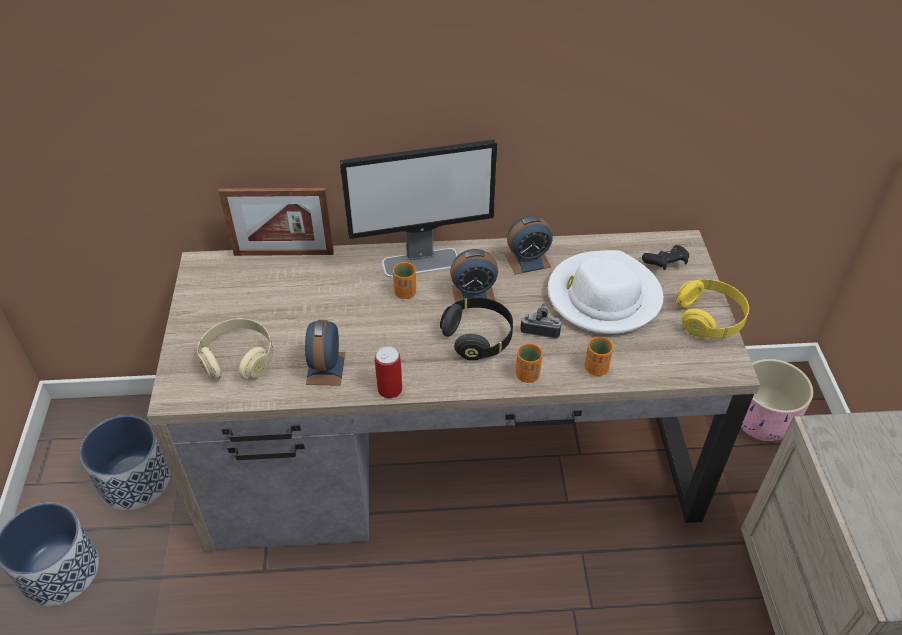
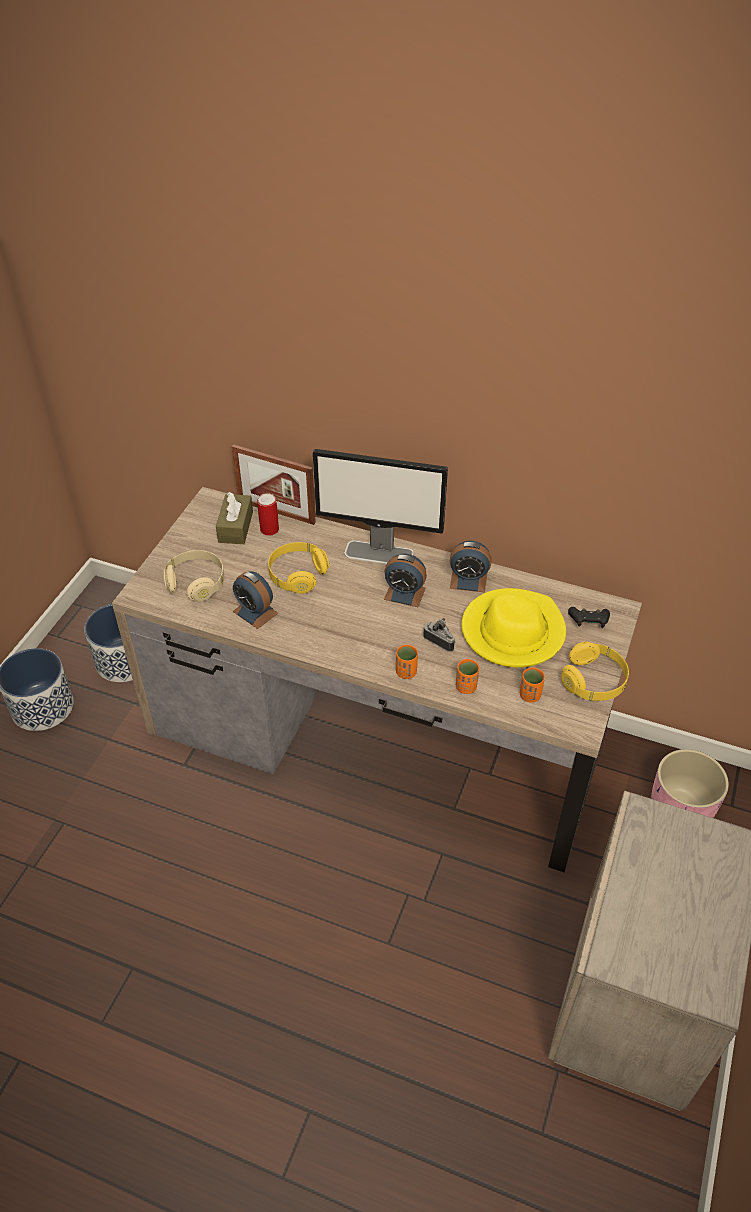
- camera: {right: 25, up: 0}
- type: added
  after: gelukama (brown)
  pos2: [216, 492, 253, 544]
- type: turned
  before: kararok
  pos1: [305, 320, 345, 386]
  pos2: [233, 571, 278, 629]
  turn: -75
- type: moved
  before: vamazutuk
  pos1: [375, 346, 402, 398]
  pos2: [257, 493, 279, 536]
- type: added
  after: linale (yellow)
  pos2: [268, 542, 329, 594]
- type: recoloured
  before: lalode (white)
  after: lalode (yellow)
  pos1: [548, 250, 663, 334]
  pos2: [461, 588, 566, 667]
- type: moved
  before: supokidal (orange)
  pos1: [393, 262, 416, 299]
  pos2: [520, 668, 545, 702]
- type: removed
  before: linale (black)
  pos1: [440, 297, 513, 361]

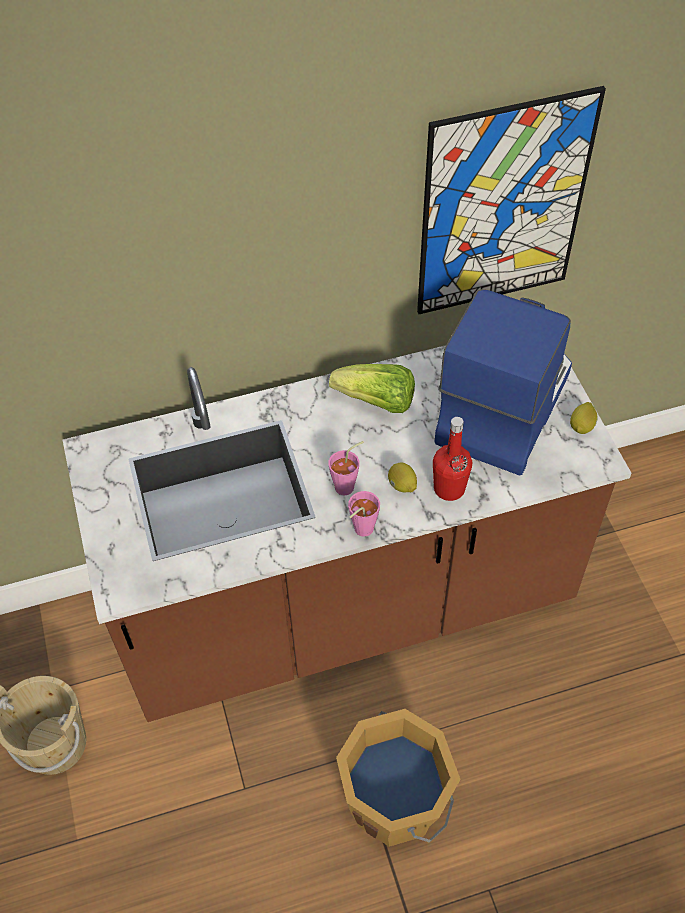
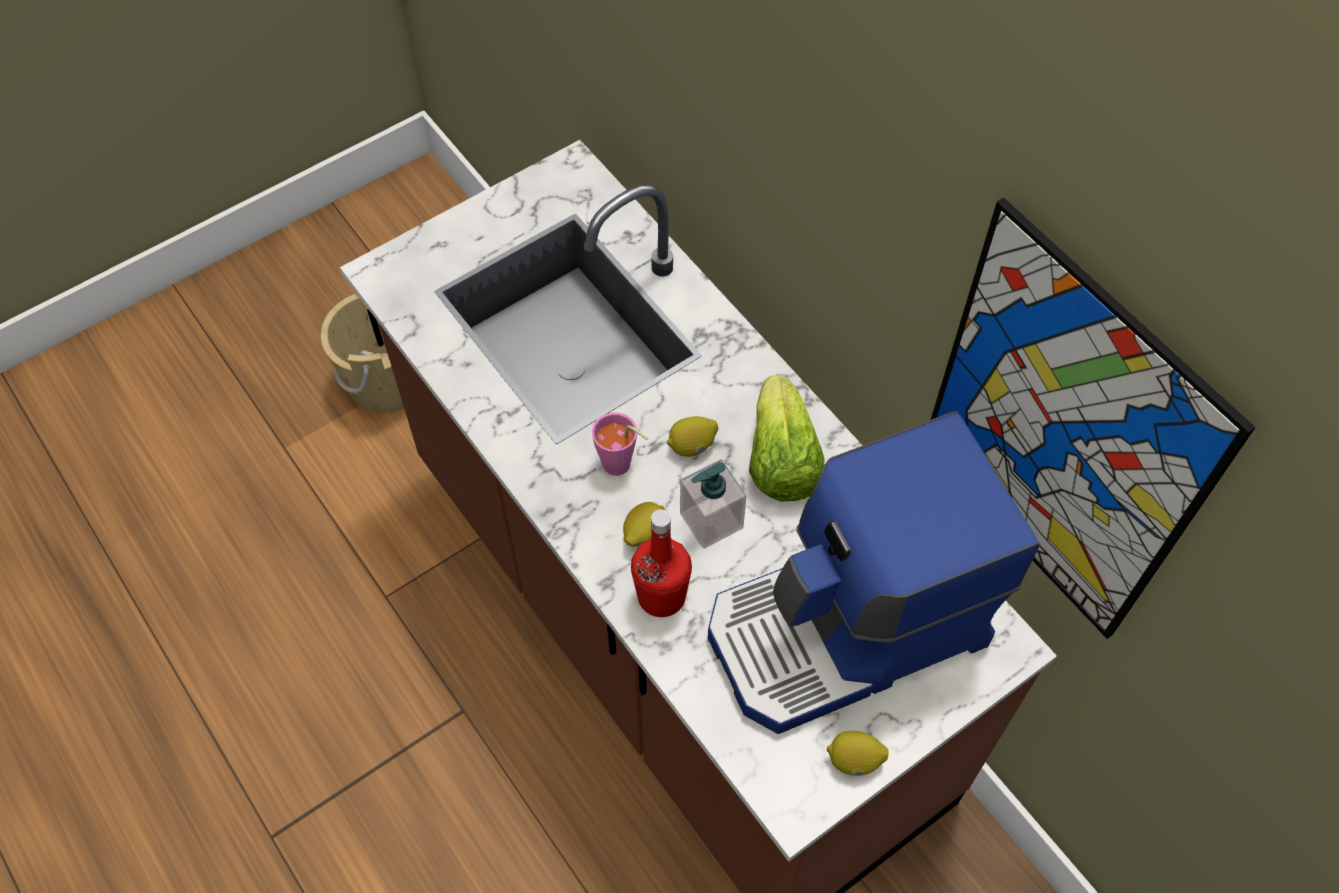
- camera: {right: 70, up: 5}
- type: added
  after: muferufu
  pos2: [667, 416, 718, 457]
- type: added
  after: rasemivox
  pos2: [680, 459, 747, 549]
- type: turned
  before: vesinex
  pos1: [434, 289, 572, 476]
  pos2: [708, 412, 1040, 734]
  turn: 150
- type: removed
  before: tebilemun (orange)
  pos1: [336, 709, 461, 847]
- type: removed
  before: supokidal (pink)
  pos1: [348, 491, 380, 537]

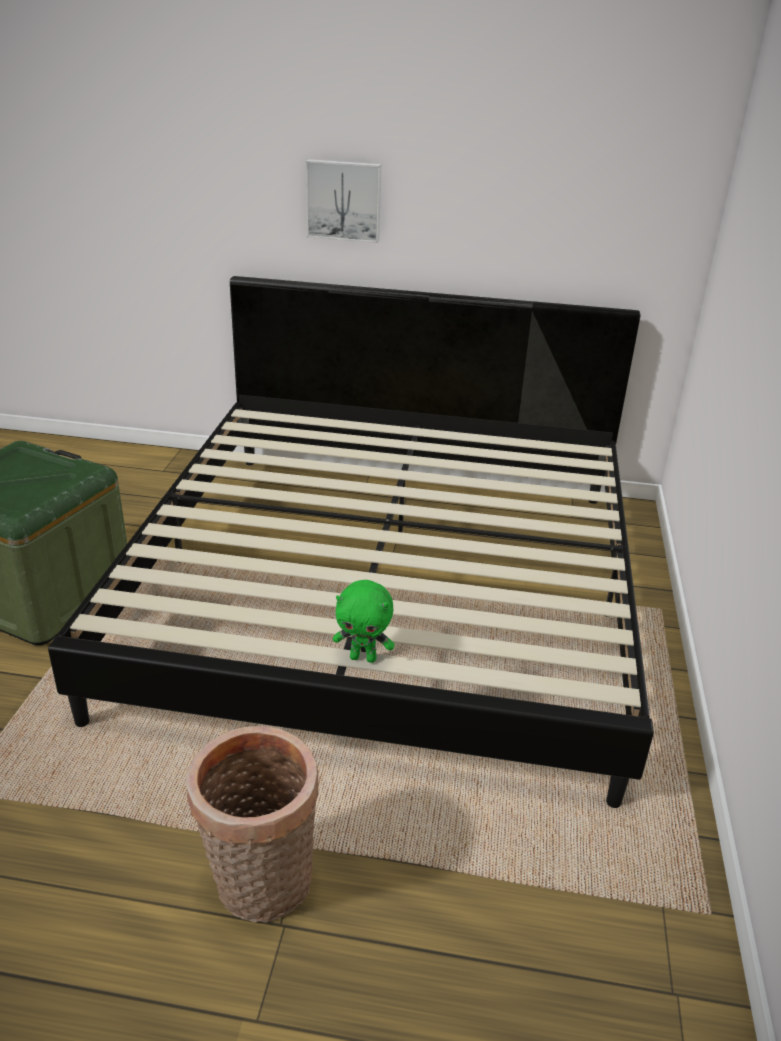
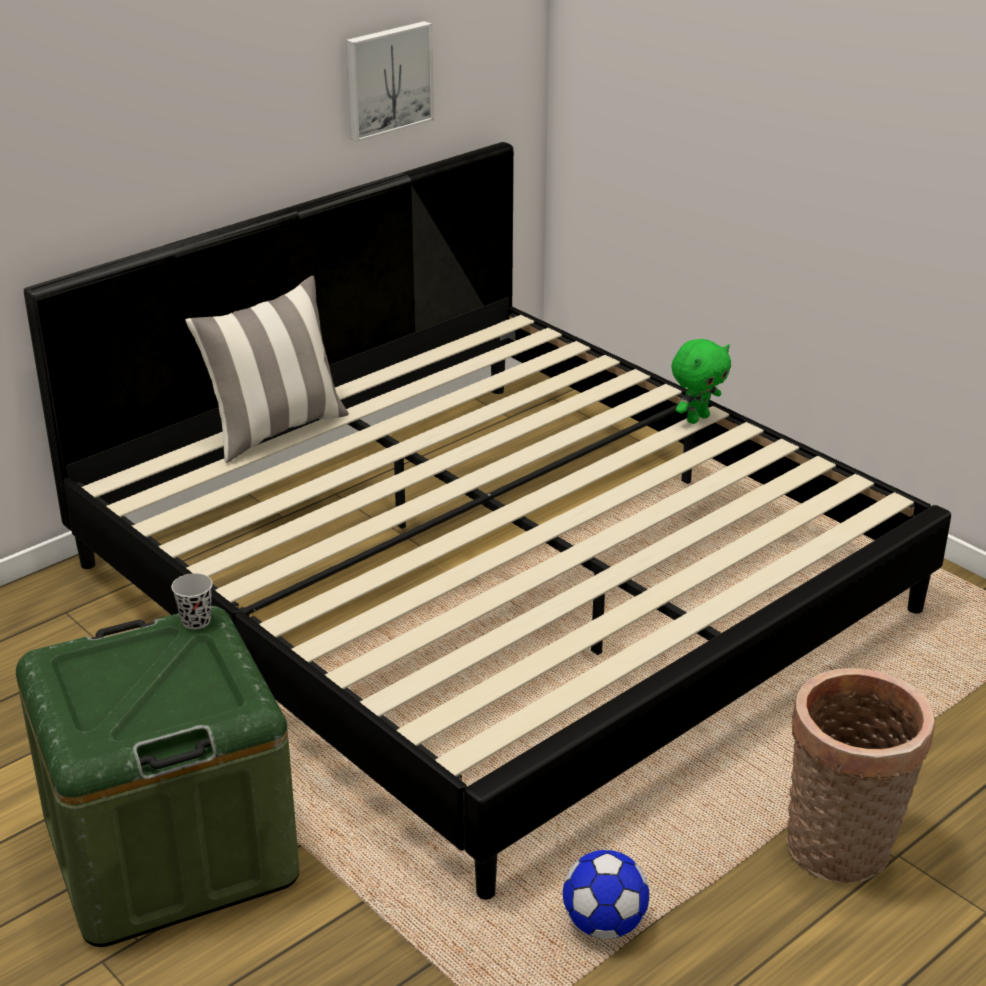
- camera: {right: -50, up: 0}
- type: added
  after: supokidal (black)
  pos2: [171, 573, 213, 630]
- type: added
  after: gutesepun
  pos2: [185, 276, 349, 463]
- type: moved
  before: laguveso
  pos1: [306, 159, 381, 243]
  pos2: [346, 21, 434, 142]
- type: added
  after: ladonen
  pos2: [563, 850, 649, 939]
- type: moved
  before: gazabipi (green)
  pos1: [333, 580, 395, 663]
  pos2: [671, 339, 731, 424]

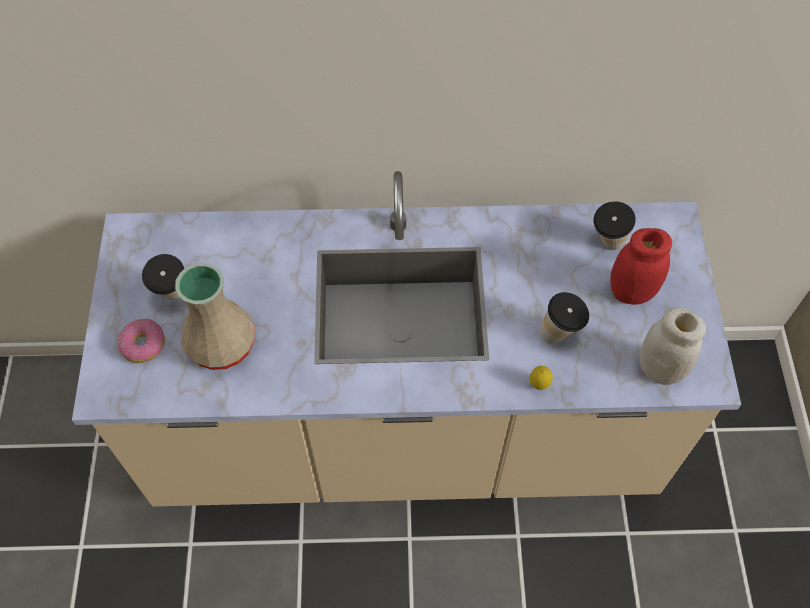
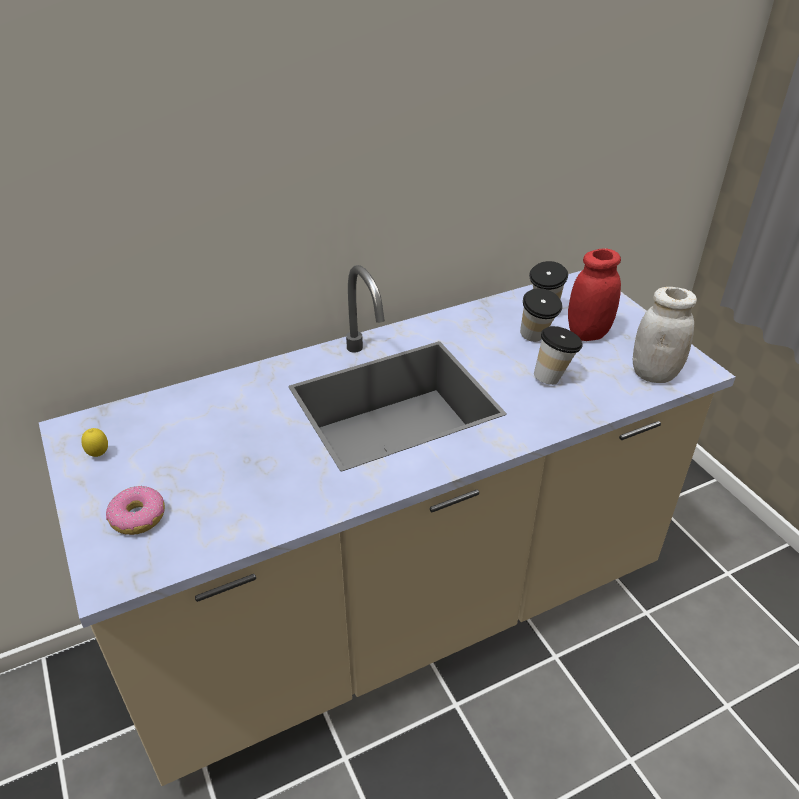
- camera: {right: -25, up: -20}
- type: moved
  before: muferufu
  pos1: [530, 366, 553, 390]
  pos2: [81, 428, 108, 457]
- type: moved
  before: supokidal
  pos1: [142, 254, 184, 300]
  pos2: [520, 288, 563, 342]
- type: removed
  before: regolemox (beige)
  pos1: [175, 263, 255, 370]

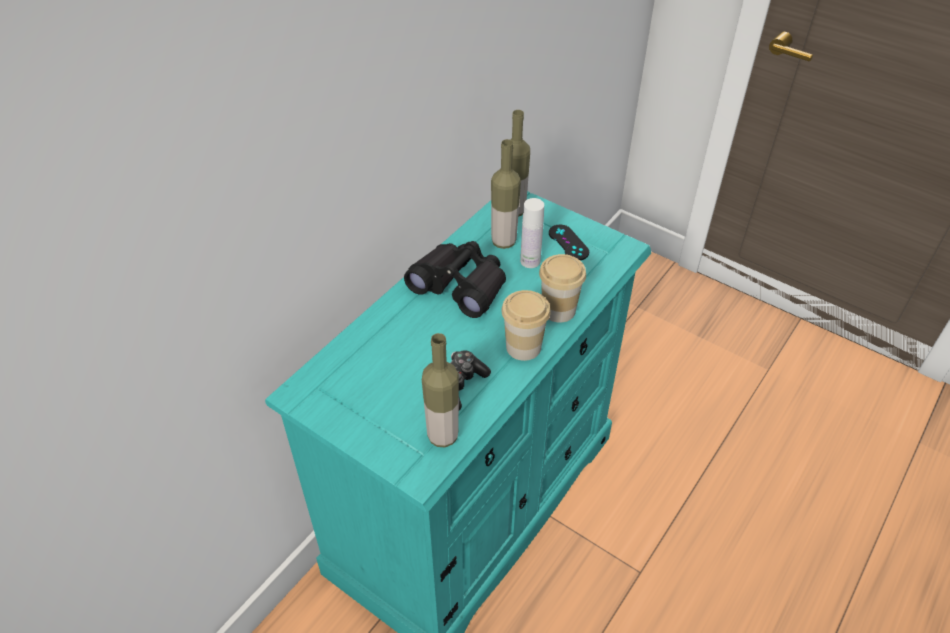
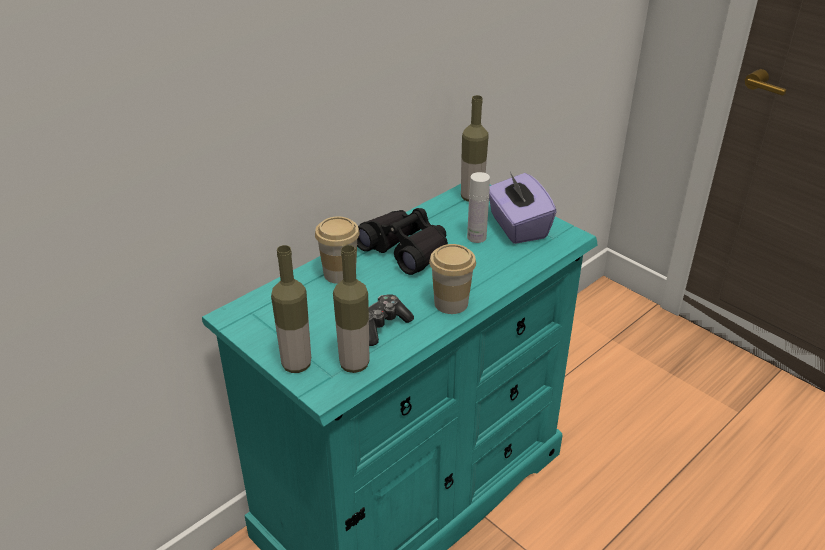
- camera: {right: 10, up: -10}
- type: moved
  before: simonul
  pos1: [491, 139, 521, 249]
  pos2: [271, 245, 311, 373]
- type: moved
  before: supokidal
  pos1: [539, 254, 586, 323]
  pos2: [315, 216, 360, 284]
- type: replaced
  before: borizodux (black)
  after: gelukama (purple)
  pos1: [549, 225, 589, 260]
  pos2: [489, 172, 557, 244]

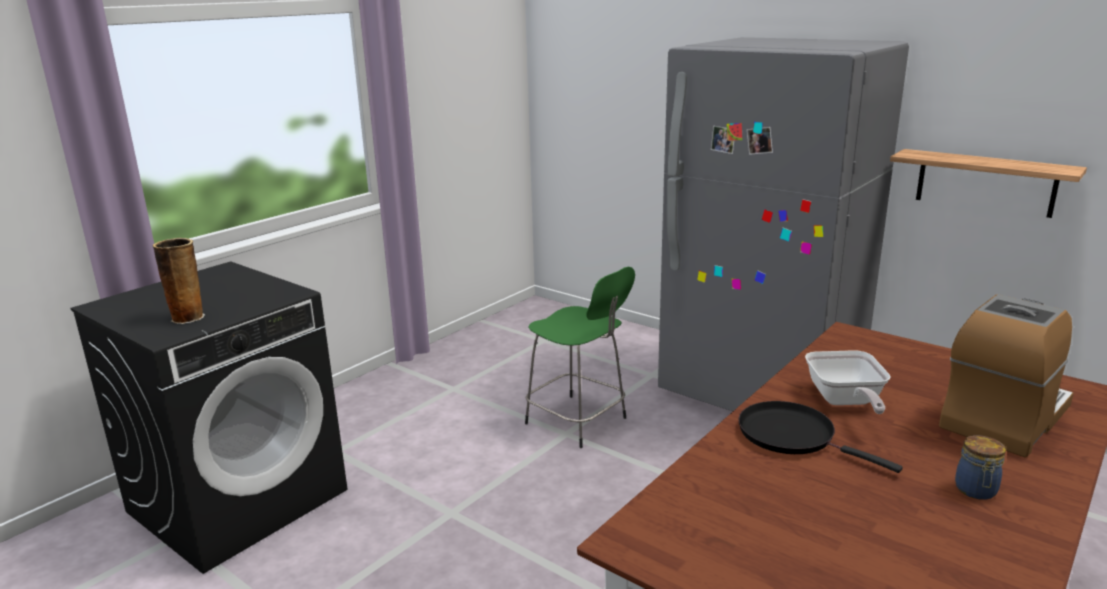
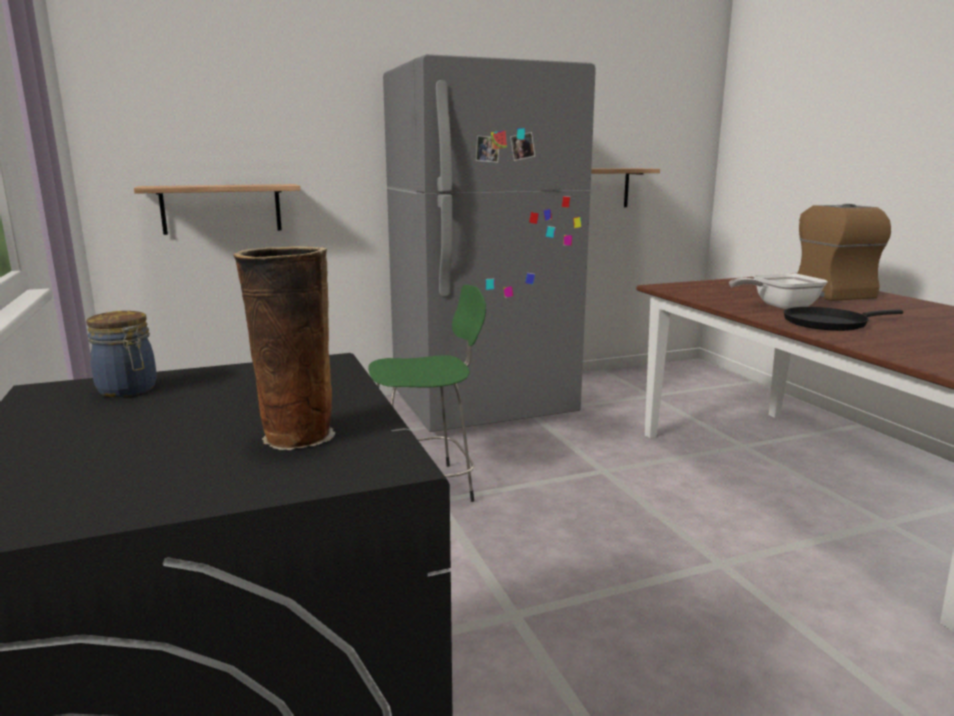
- camera: {right: -60, up: -5}
- type: moved
  before: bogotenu
  pos1: [955, 435, 1006, 500]
  pos2: [86, 311, 157, 397]
- type: added
  after: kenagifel
  pos2: [134, 184, 300, 235]
- type: turned
  before: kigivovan
  pos1: [805, 350, 890, 414]
  pos2: [729, 273, 828, 309]
  turn: 135

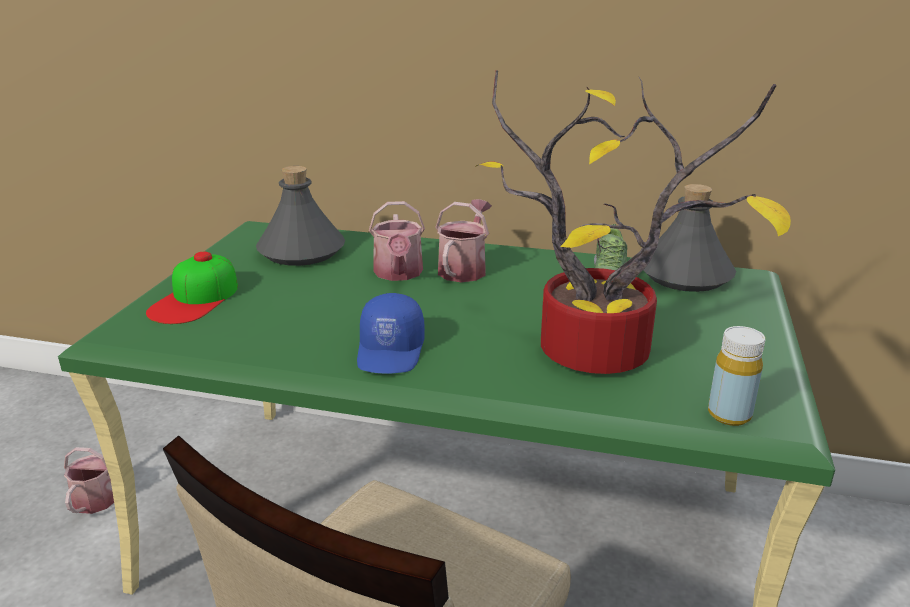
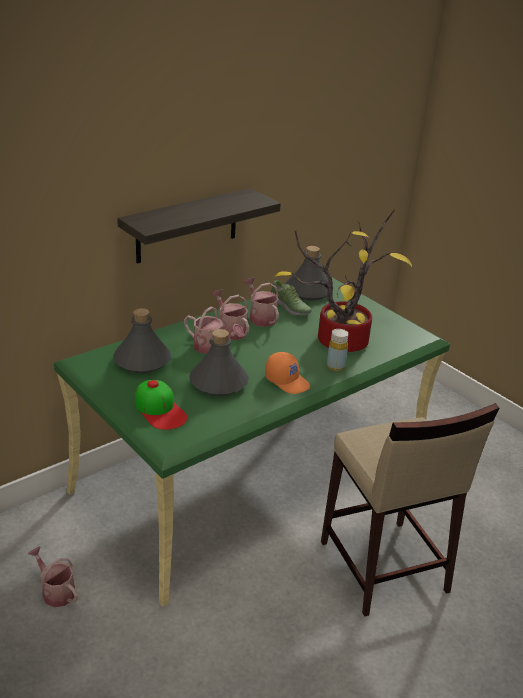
- camera: {right: -55, up: 5}
- type: added
  after: kenagifel
  pos2: [117, 188, 281, 264]
- type: added
  after: simonul (grey)
  pos2: [189, 329, 249, 396]
- type: added
  after: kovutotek
  pos2: [244, 278, 279, 327]
- type: recoloured
  before: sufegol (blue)
  after: sufegol (orange)
  pos1: [357, 293, 425, 374]
  pos2: [265, 352, 310, 394]
- type: moved
  before: simonul (yellow)
  pos1: [708, 326, 765, 426]
  pos2: [327, 329, 348, 371]

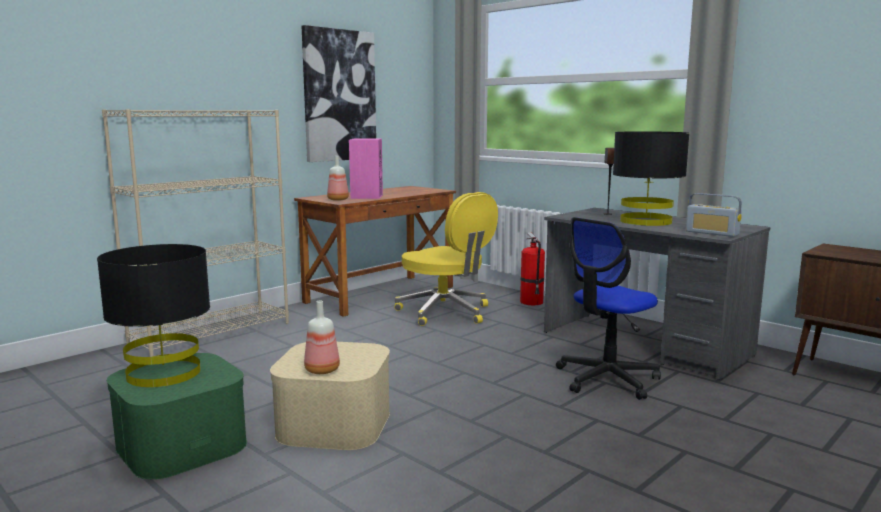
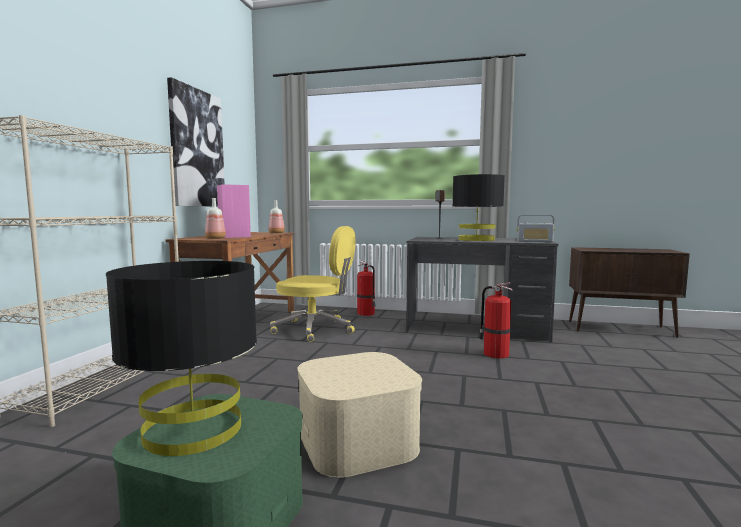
- camera: {right: -30, up: -5}
- type: moved
  before: simonul
  pos1: [304, 301, 340, 374]
  pos2: [269, 200, 285, 233]
- type: replaced
  before: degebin
  after: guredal
  pos1: [556, 217, 661, 400]
  pos2: [478, 282, 513, 358]

